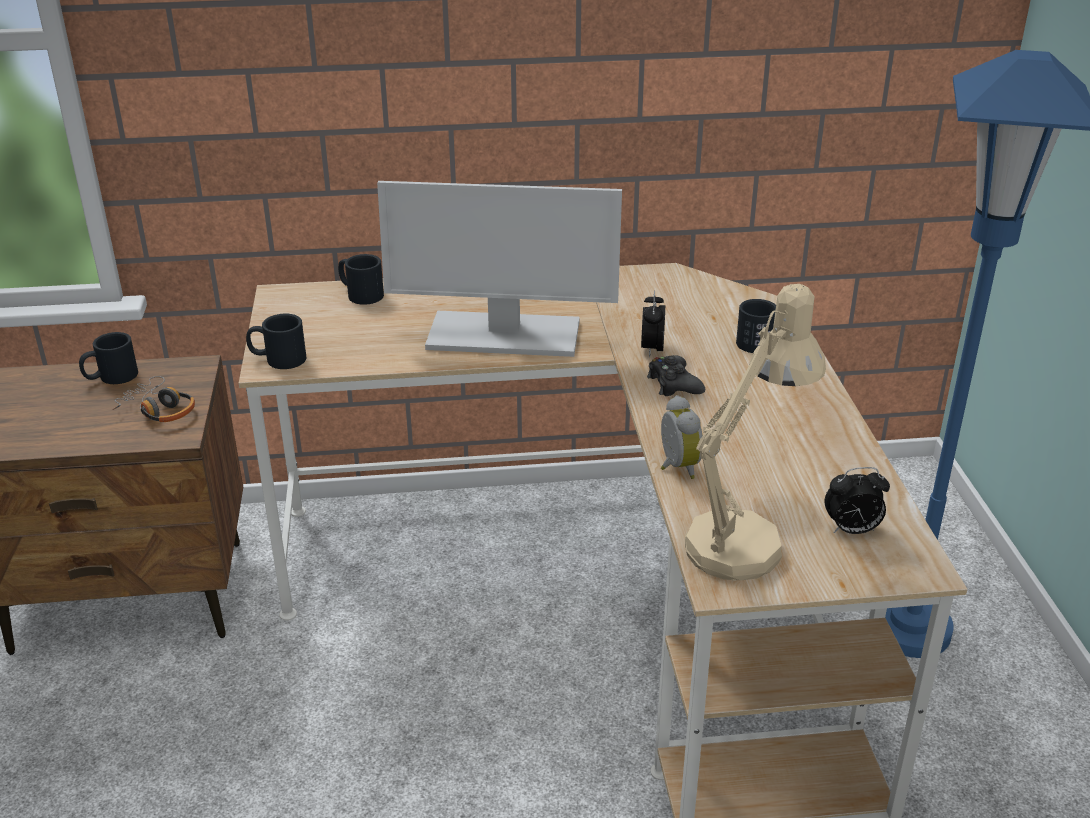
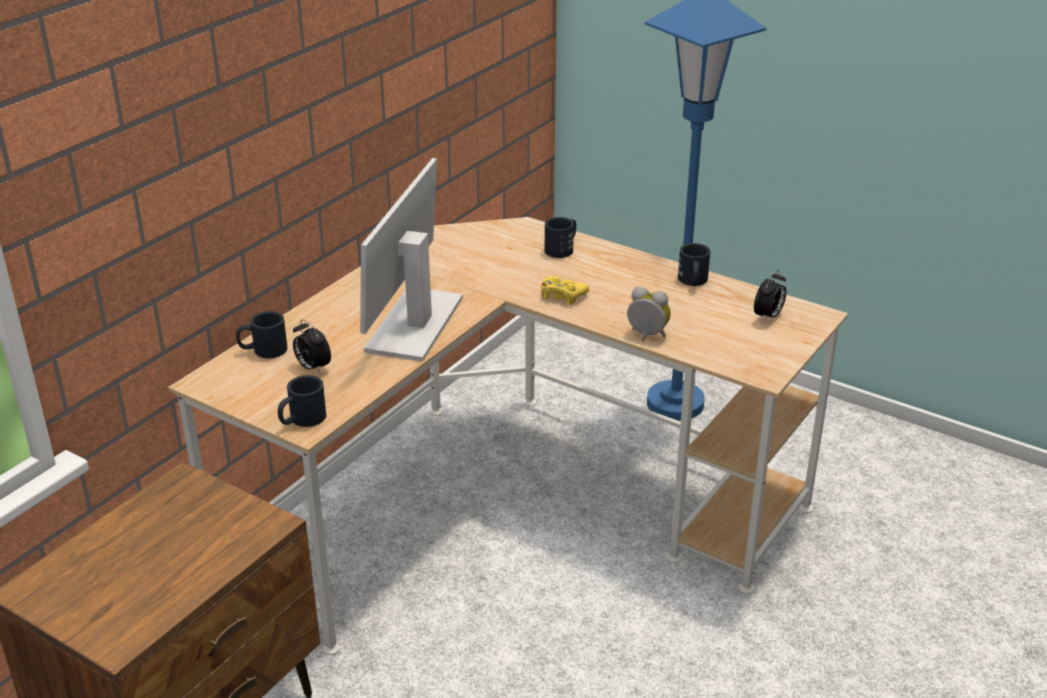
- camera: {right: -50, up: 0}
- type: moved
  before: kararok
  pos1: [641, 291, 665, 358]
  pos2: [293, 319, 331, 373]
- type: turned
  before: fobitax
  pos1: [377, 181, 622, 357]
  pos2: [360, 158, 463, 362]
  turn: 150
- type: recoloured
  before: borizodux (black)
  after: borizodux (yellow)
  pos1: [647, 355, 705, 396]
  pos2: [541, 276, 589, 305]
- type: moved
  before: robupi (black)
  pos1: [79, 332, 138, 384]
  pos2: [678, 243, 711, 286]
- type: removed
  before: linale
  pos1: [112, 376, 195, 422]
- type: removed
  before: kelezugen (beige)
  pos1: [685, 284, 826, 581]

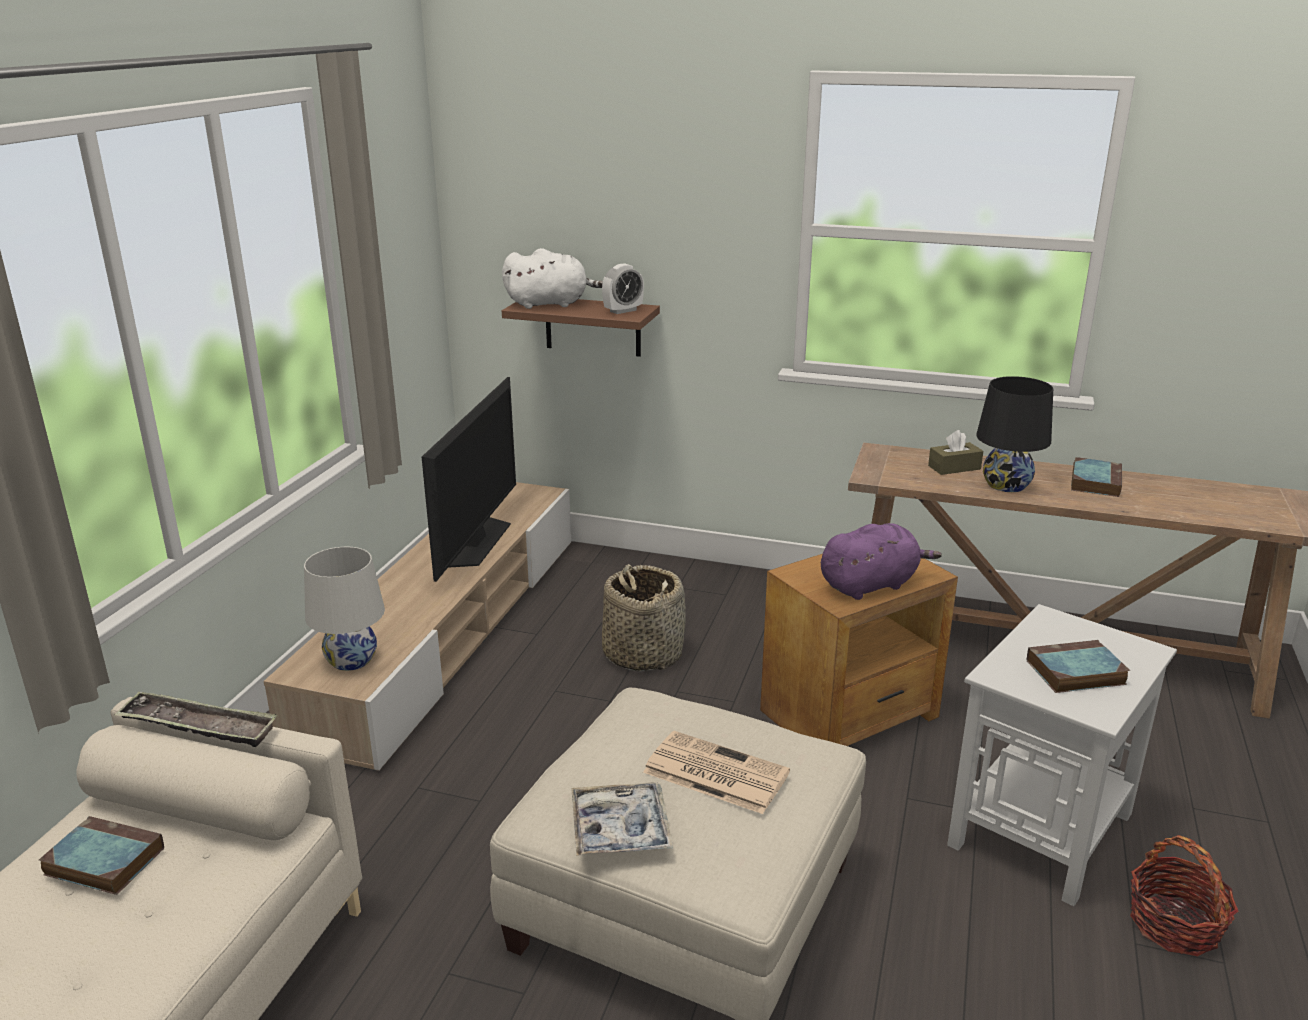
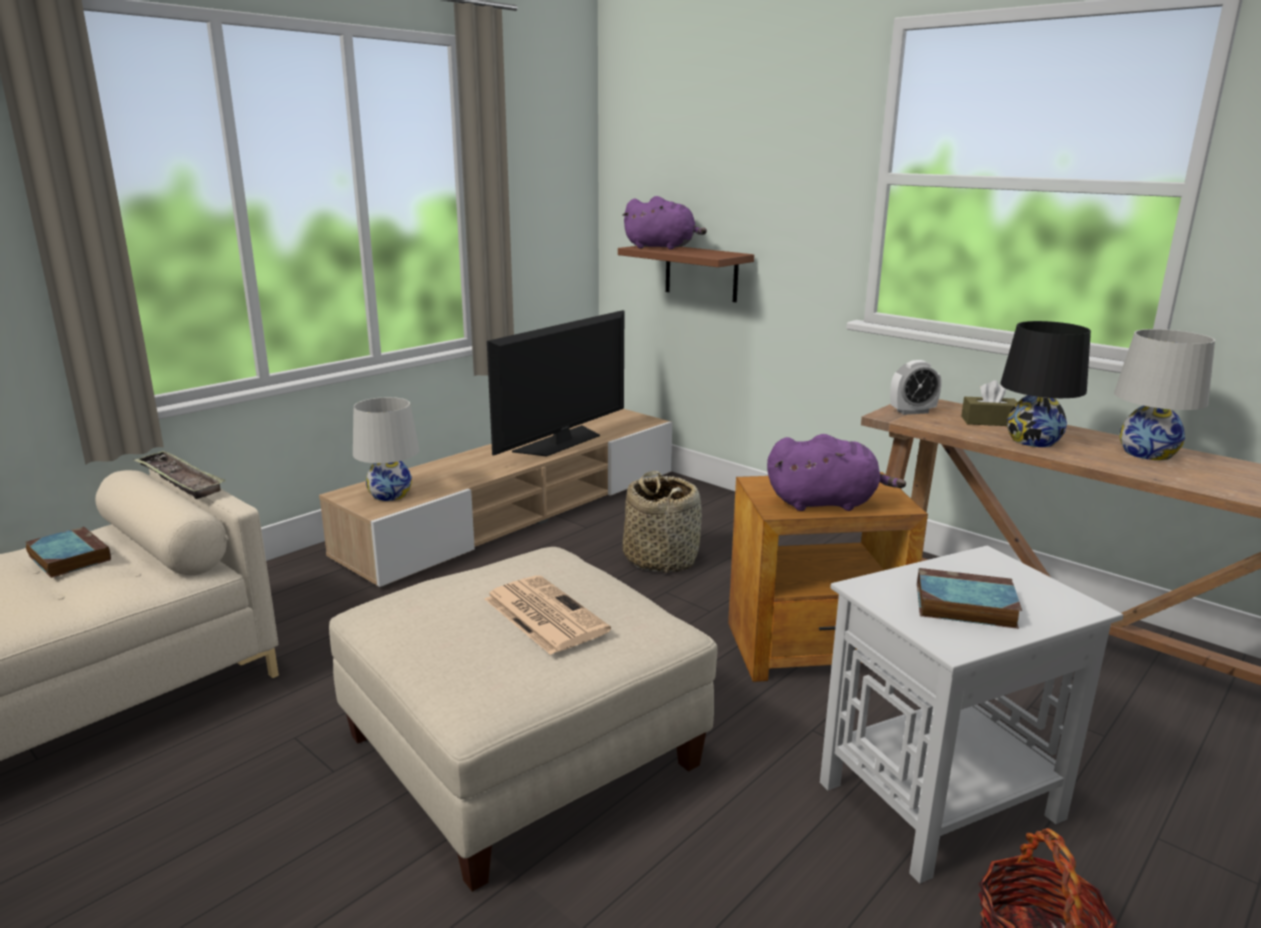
- camera: {right: 25, up: -5}
- type: recoloured
  before: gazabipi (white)
  after: gazabipi (purple)
  pos1: [502, 248, 603, 309]
  pos2: [622, 196, 707, 250]
- type: moved
  before: kararok
  pos1: [602, 263, 644, 314]
  pos2: [890, 360, 942, 415]
- type: replaced
  before: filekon
  after: kelezugen (white)
  pos1: [1071, 457, 1122, 497]
  pos2: [1114, 329, 1215, 460]
- type: removed
  before: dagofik
  pos1: [571, 782, 673, 856]

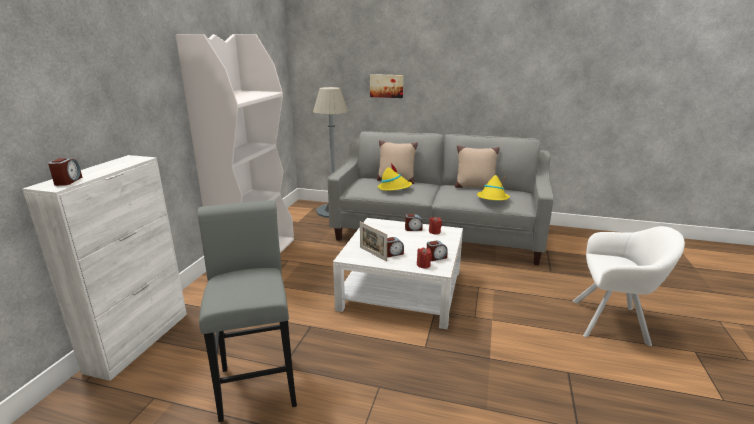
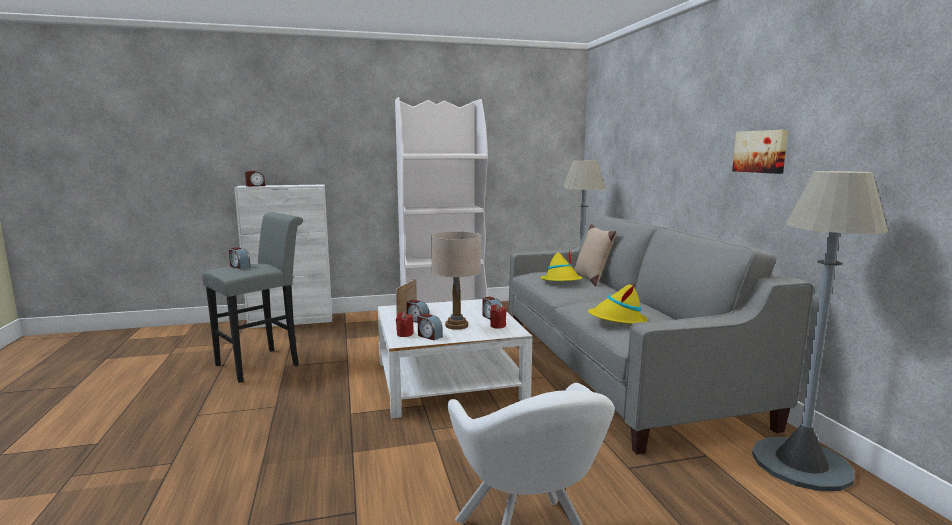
- camera: {right: 60, up: -10}
- type: added
  after: kararok
  pos2: [229, 247, 251, 269]
- type: added
  after: kelezugen (beige)
  pos2: [431, 232, 481, 330]
- type: moved
  before: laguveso
  pos1: [370, 74, 403, 98]
  pos2: [732, 130, 788, 174]
- type: added
  after: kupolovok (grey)
  pos2: [752, 171, 888, 491]
- type: removed
  before: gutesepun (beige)
  pos1: [455, 145, 500, 188]

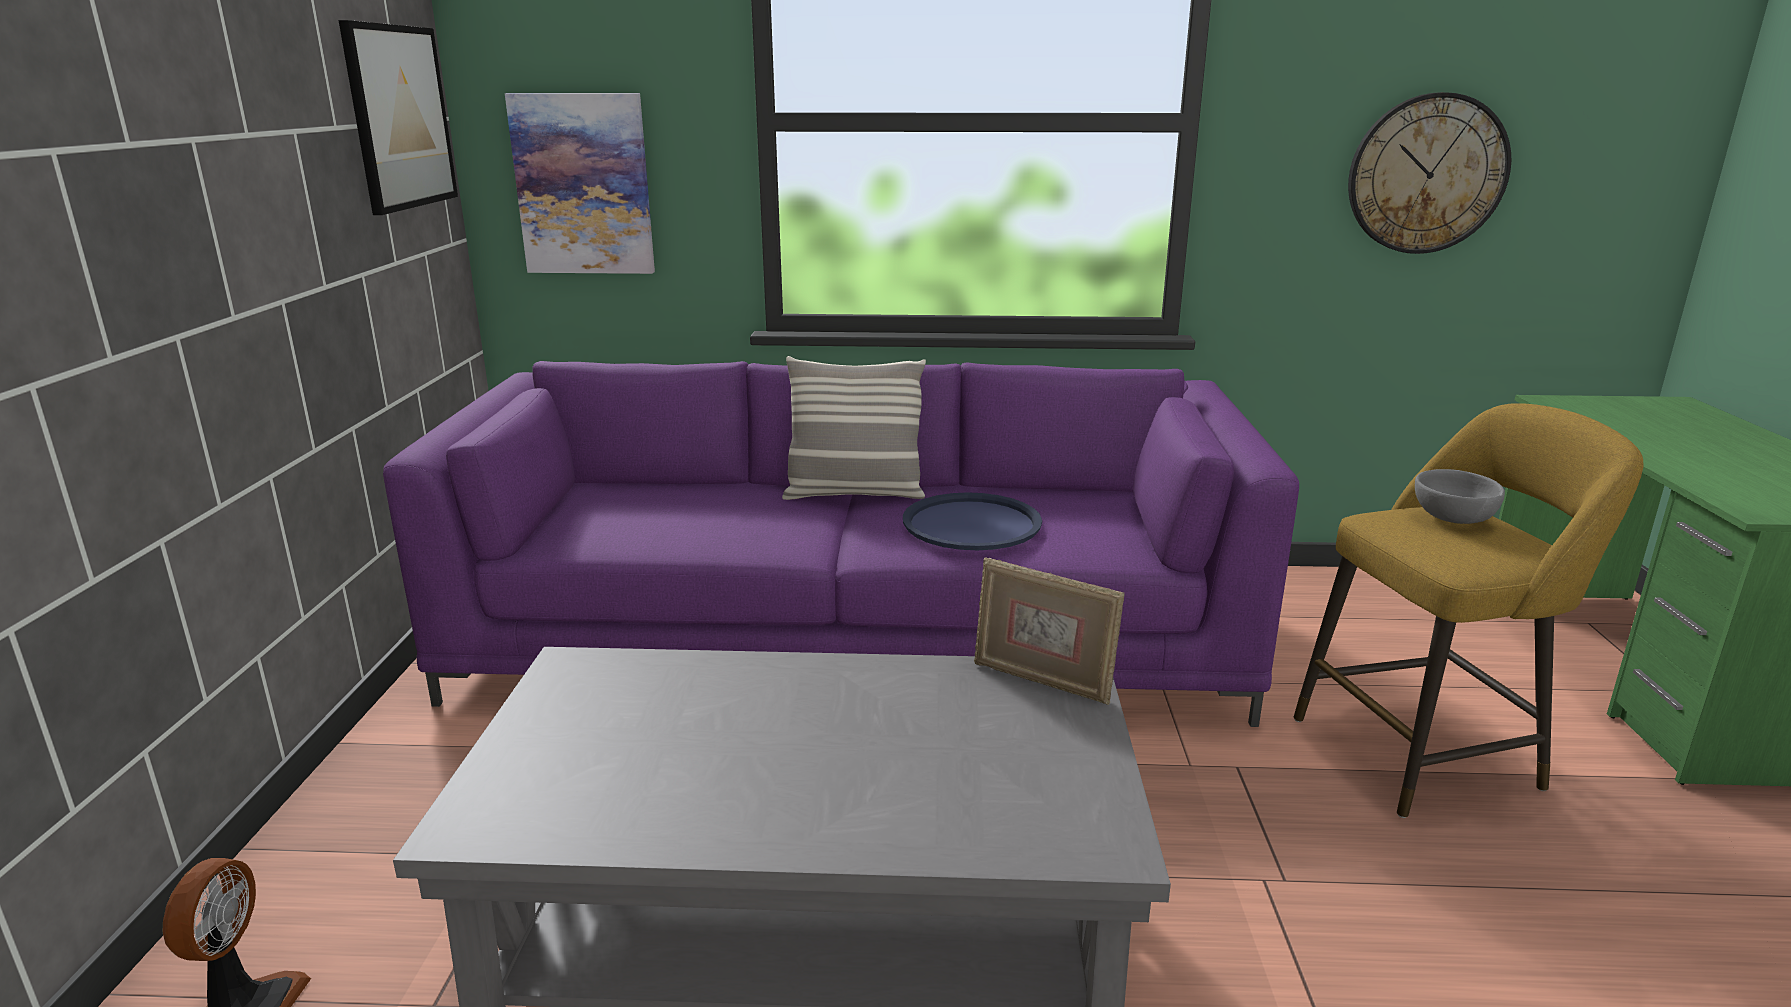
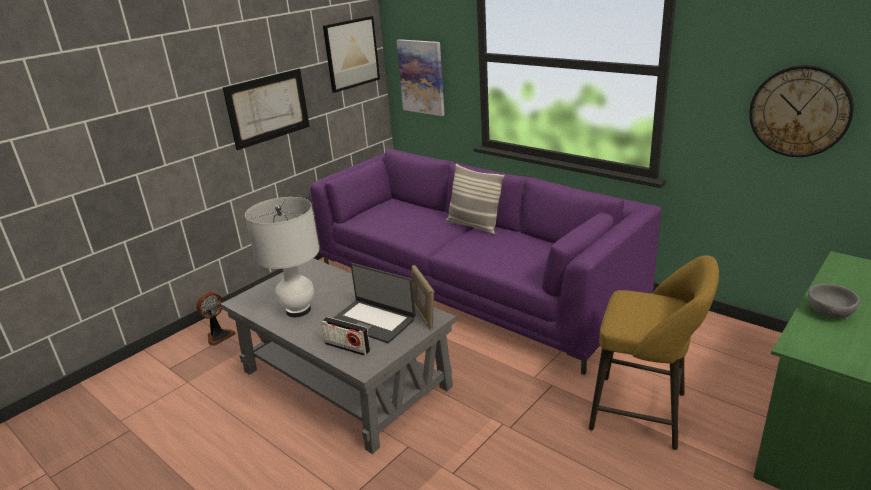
- camera: {right: 40, up: 5}
- type: added
  after: laguveso
  pos2: [223, 69, 310, 150]
- type: added
  after: kelezugen (white)
  pos2: [245, 197, 319, 317]
- type: added
  after: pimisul
  pos2: [321, 317, 370, 356]
- type: added
  after: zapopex
  pos2: [333, 263, 416, 343]
- type: moved
  before: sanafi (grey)
  pos1: [1415, 469, 1505, 524]
  pos2: [808, 284, 860, 318]
- type: removed
  before: dagofik (blue)
  pos1: [903, 492, 1042, 550]

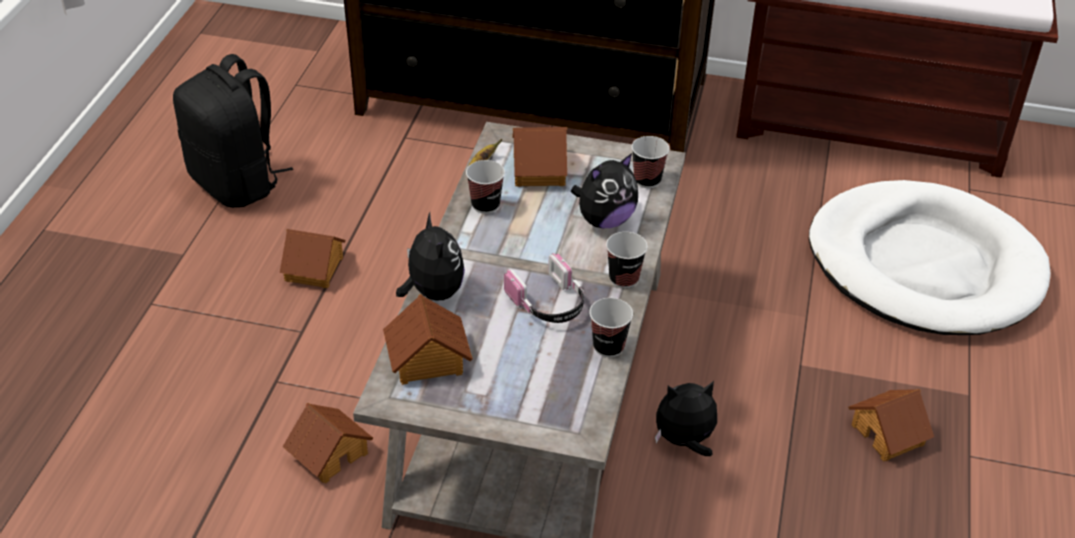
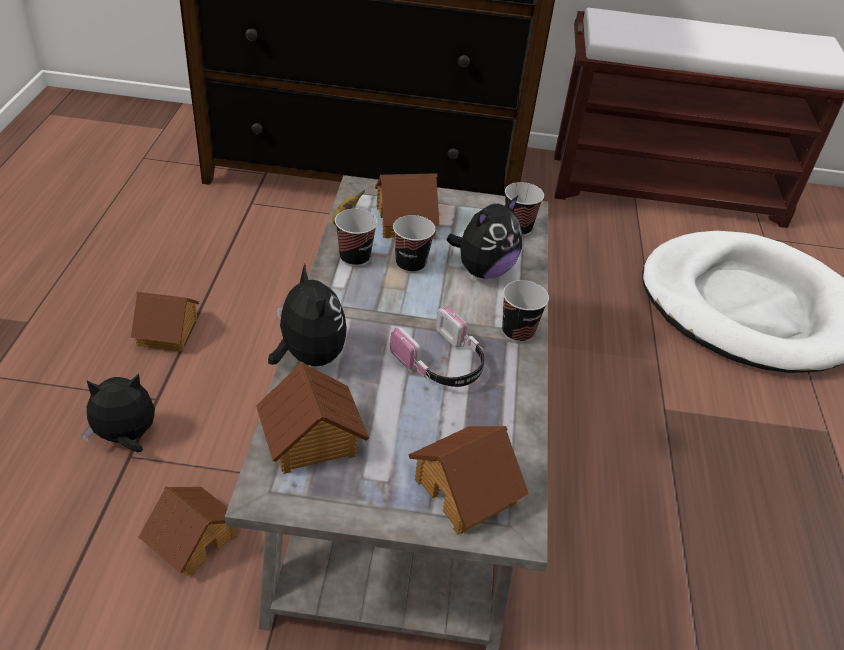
- camera: {right: -10, up: 0}
- type: moved
  before: gazabipi
  pos1: [655, 381, 717, 456]
  pos2: [82, 373, 155, 452]
- type: moved
  before: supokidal
  pos1: [589, 298, 633, 357]
  pos2: [393, 215, 435, 273]
- type: moved
  before: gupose
  pos1: [848, 389, 934, 462]
  pos2: [408, 426, 529, 535]
- type: removed
  before: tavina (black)
  pos1: [173, 54, 293, 208]

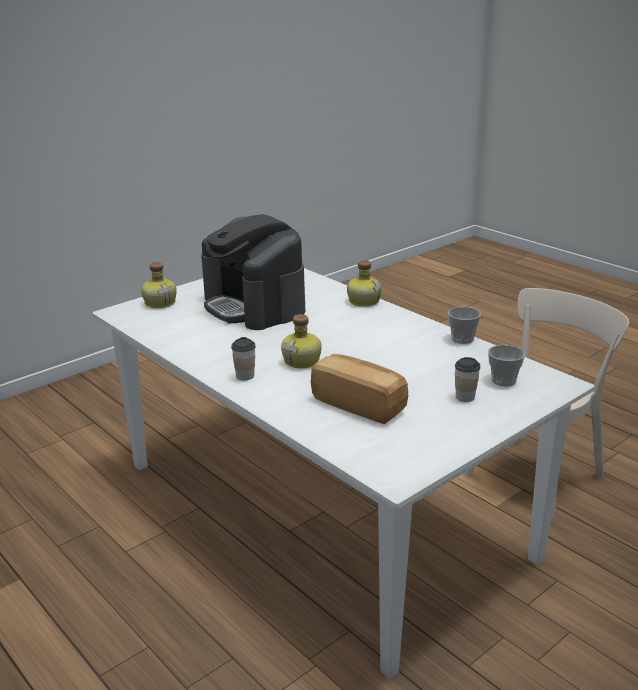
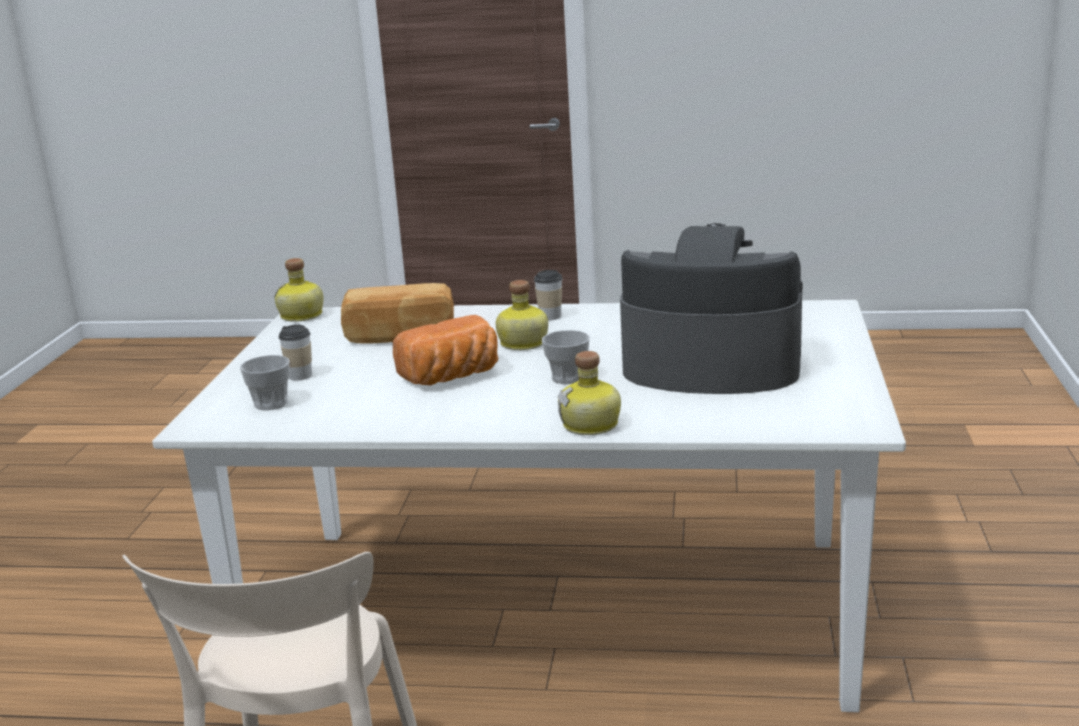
- camera: {right: 140, up: -5}
- type: moved
  before: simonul
  pos1: [141, 262, 177, 308]
  pos2: [274, 258, 324, 322]
- type: added
  after: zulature
  pos2: [393, 315, 498, 386]
- type: moved
  before: supokidal
  pos1: [448, 307, 481, 344]
  pos2: [542, 330, 590, 384]

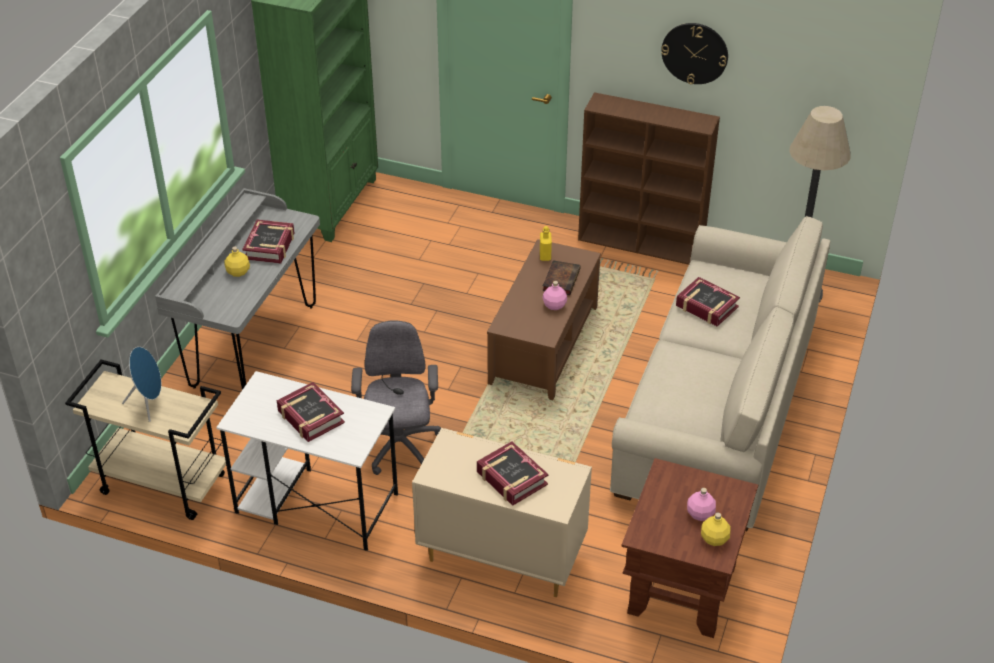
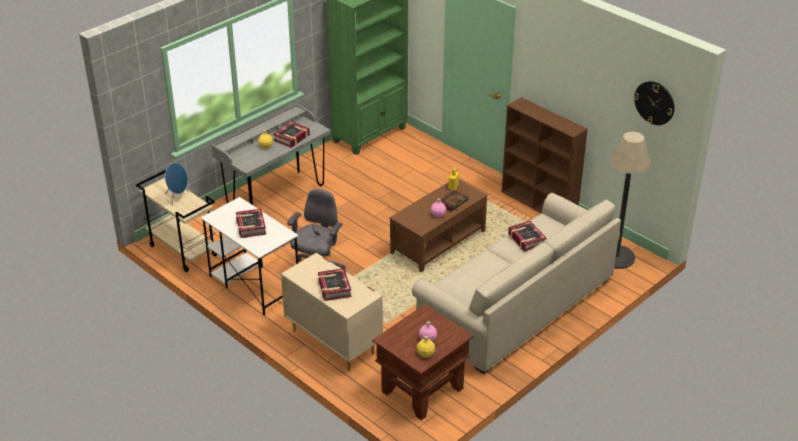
- camera: {right: 25, up: -5}
- type: moved
  before: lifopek
  pos1: [661, 23, 728, 84]
  pos2: [634, 81, 674, 125]

